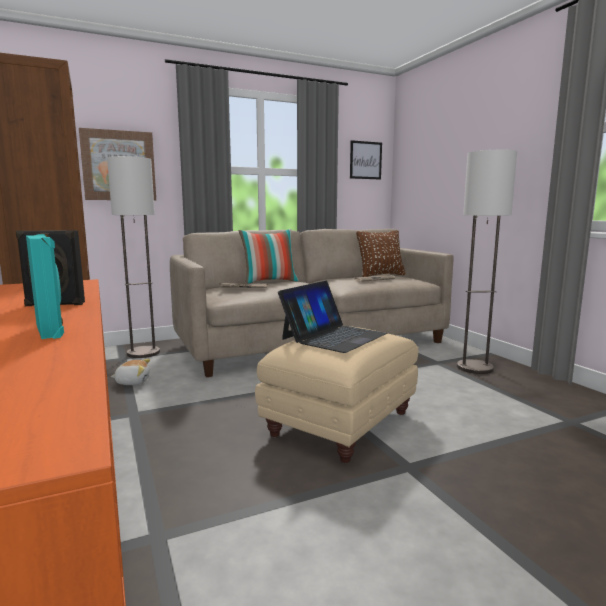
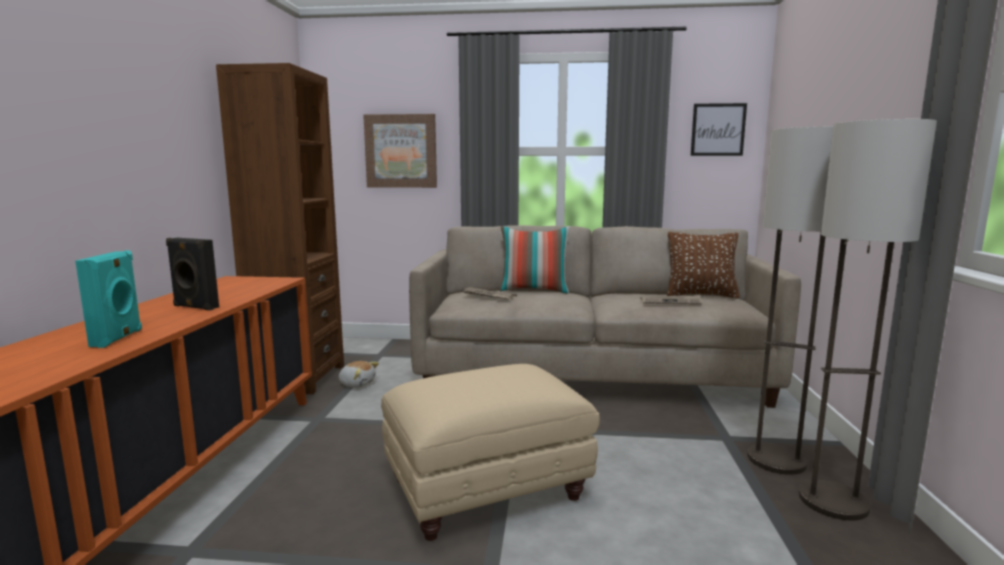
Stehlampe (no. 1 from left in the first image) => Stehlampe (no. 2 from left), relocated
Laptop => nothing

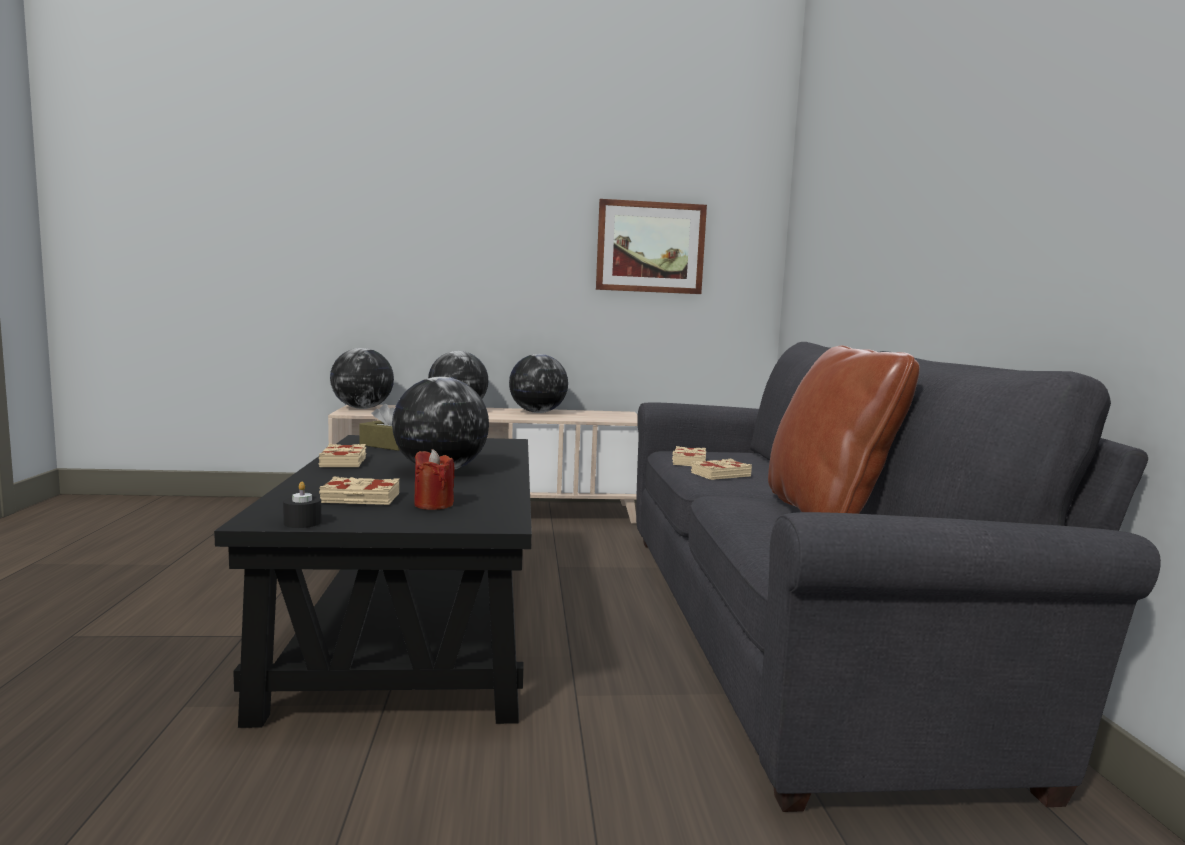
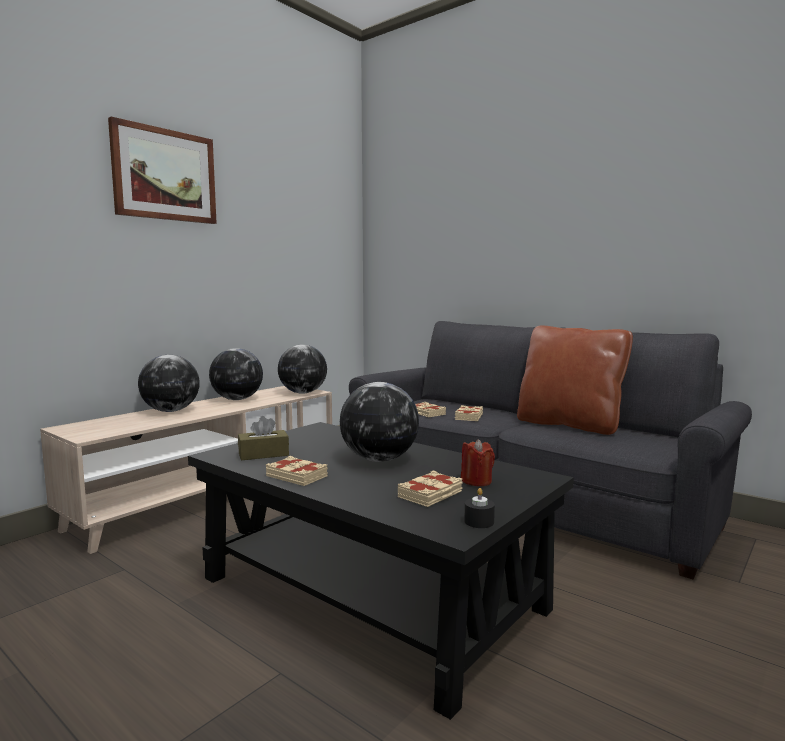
Globus (no. 1 from left in the first image) => Globus (no. 3 from left), relocated
Bild, relocated

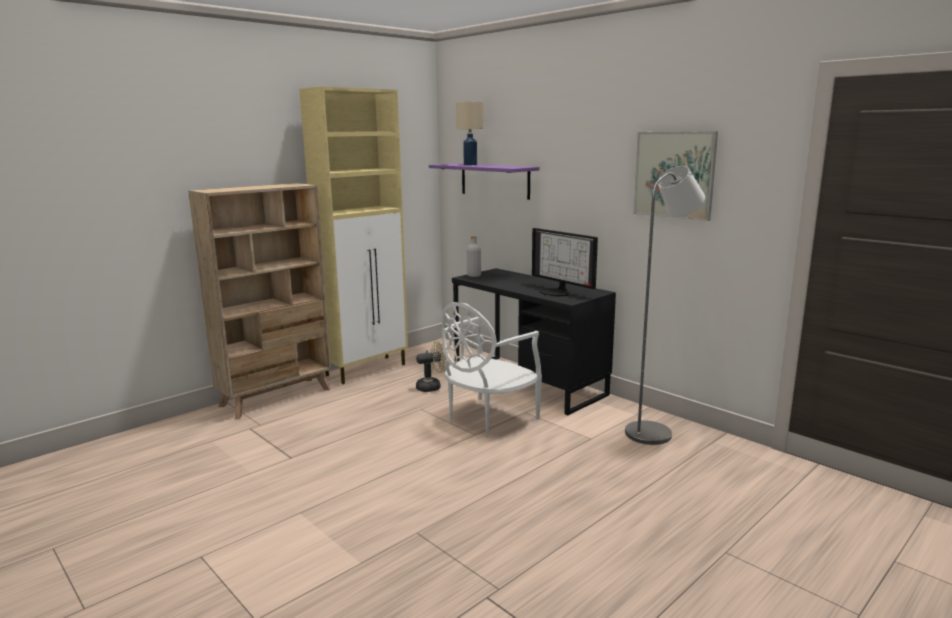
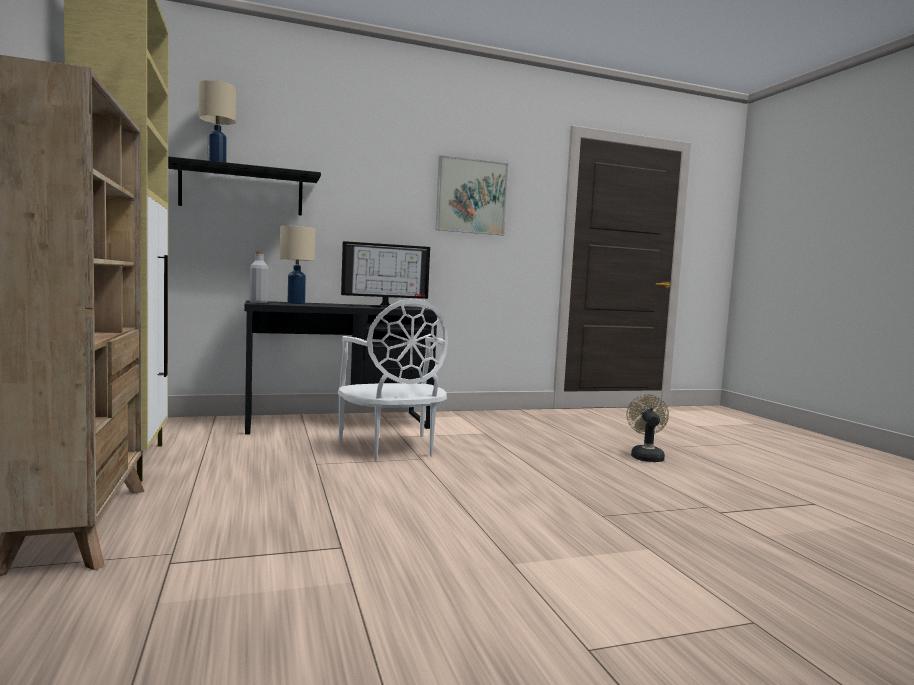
Ventilator (beige), relocated
Wandregal (lila) => Wandregal (schwarz)
Stehlampe (grau) => nothing
nothing => Tischlampe (beige) (no. 2 from left)

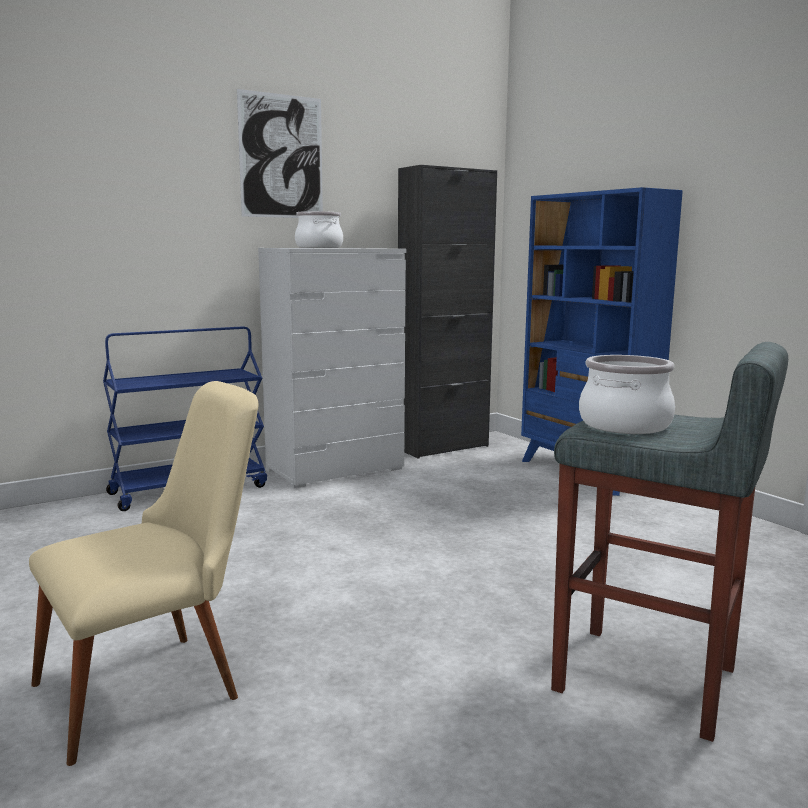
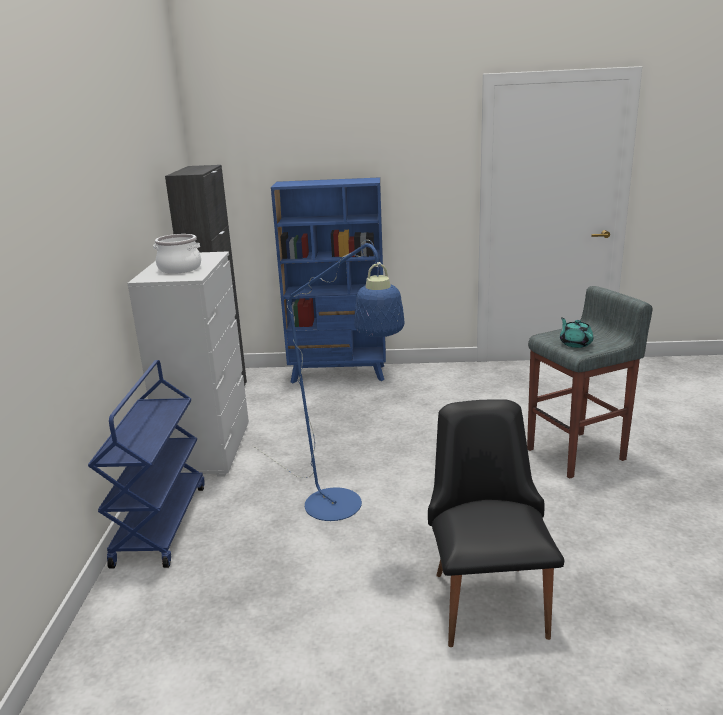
Stuhl (beige) => Stuhl (schwarz)
Bild => nothing
Kochtopf (no. 2 from left) => Teekanne (türkis)
nothing => Stehlampe (blau)

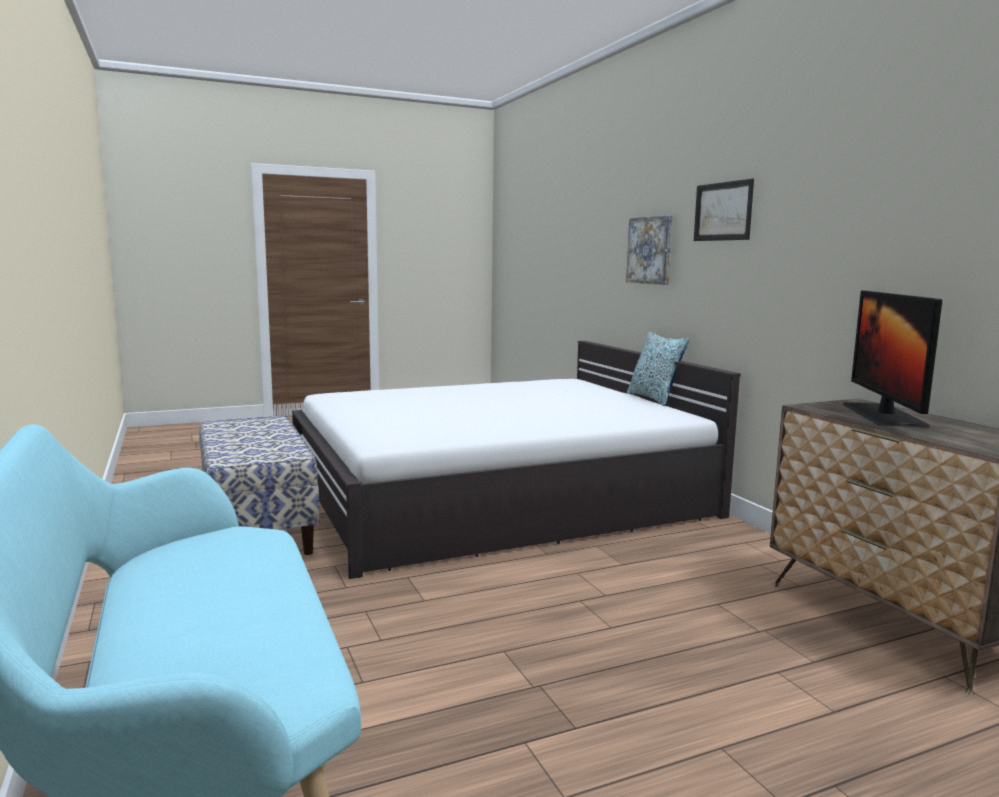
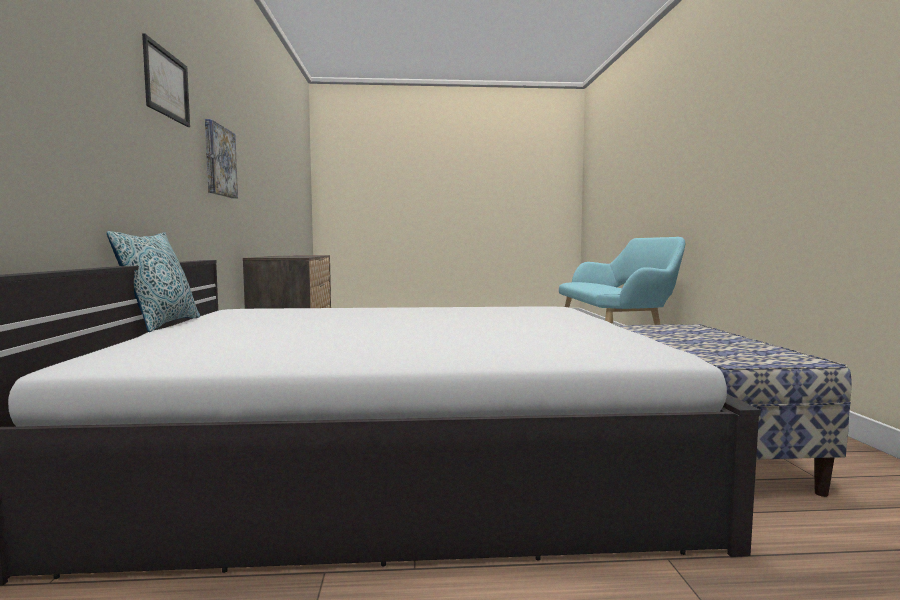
Bild (no. 1 from left in the first image) => Bild (no. 2 from left), relocated
Monitor => nothing

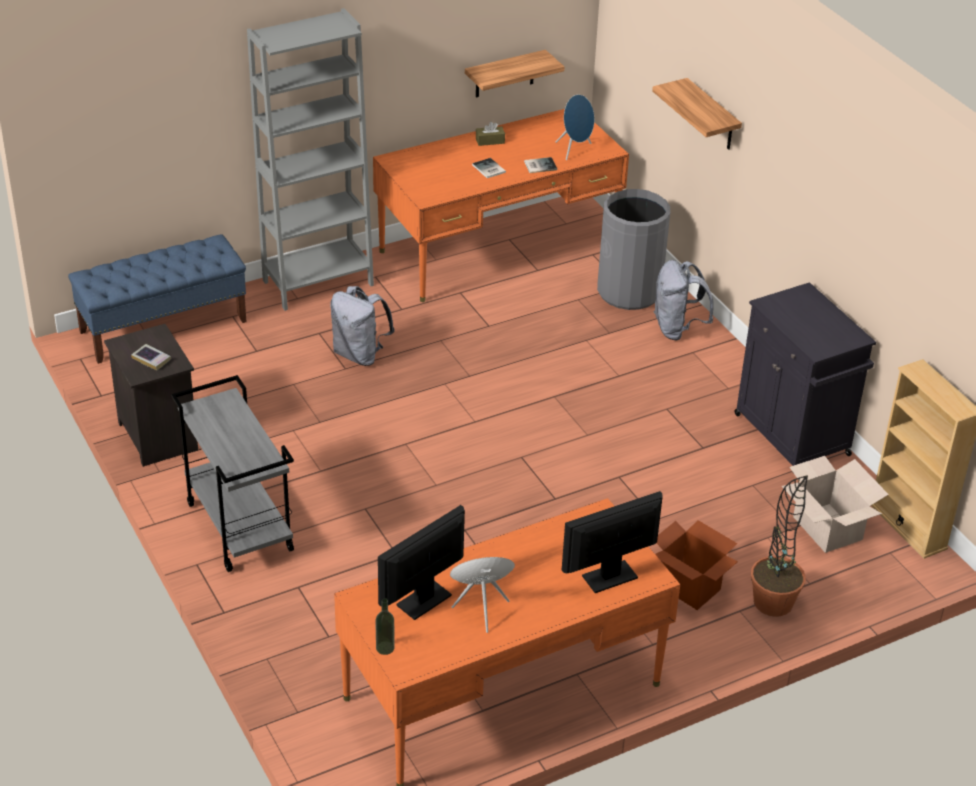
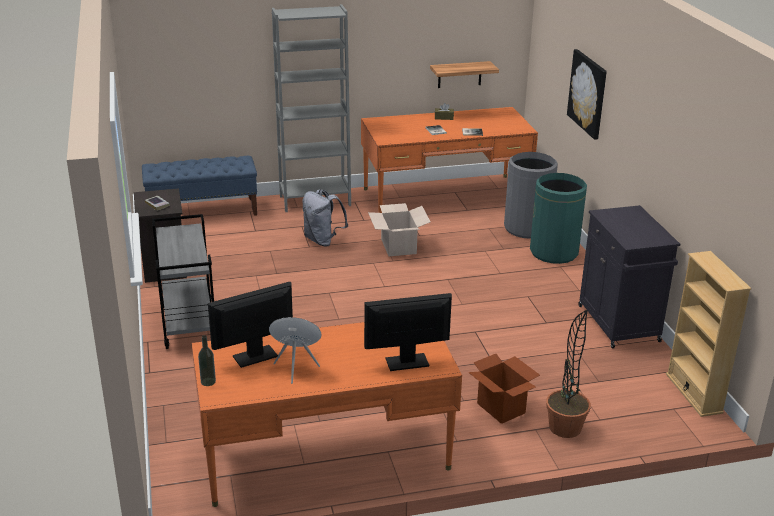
Lautsprecher (blau) (no. 2 from left) => nothing
Wandregal (no. 2 from left) => Bild
Rucksack (grau) (no. 2 from left) => Mülleimer (grün)
Karton (no. 2 from left in the first image) => Karton (no. 1 from left), relocated

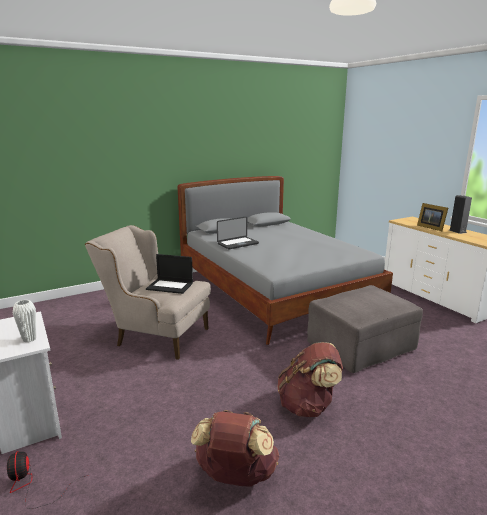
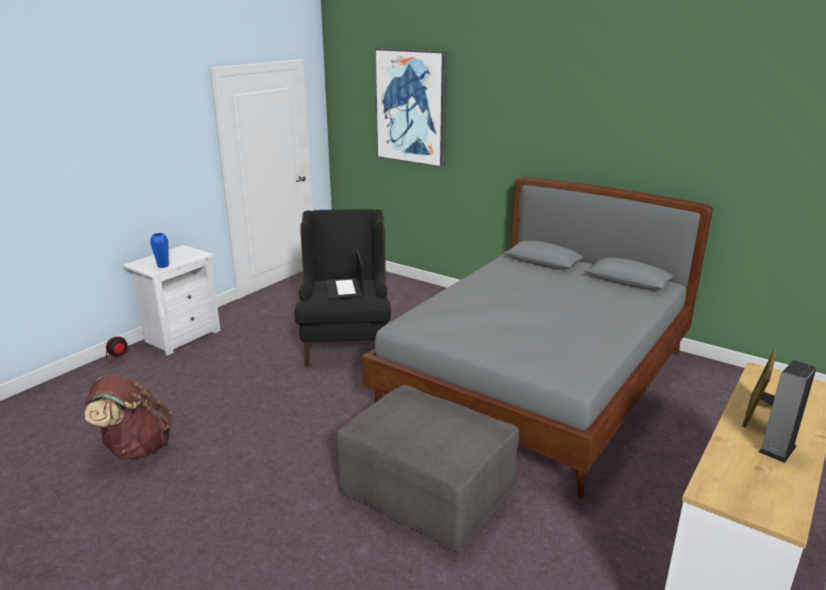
Vase (weiß) => Vase (blau)
Sessel (beige) => Sessel (schwarz)
Laptop (no. 2 from left) => nothing
Rucksack (braun) (no. 2 from left) => nothing
nothing => Bild

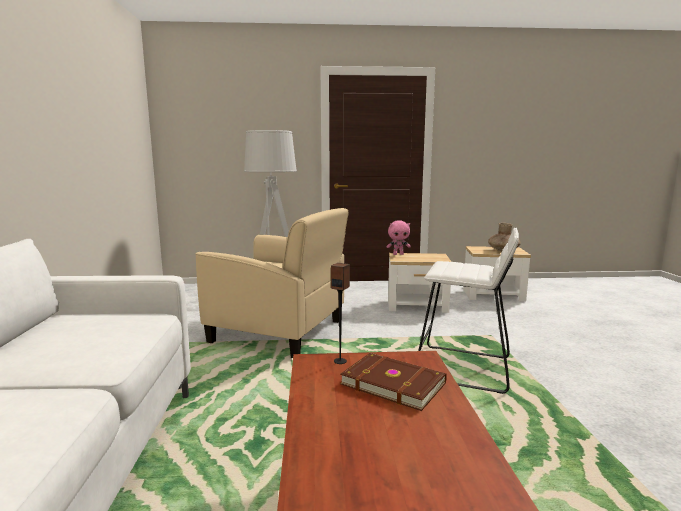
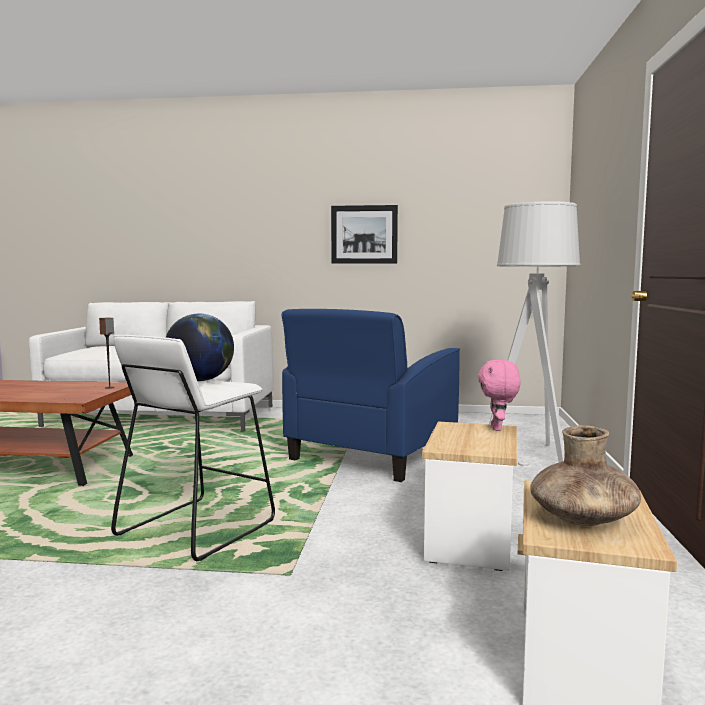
Sessel (beige) => Sessel (blau)
Buch (braun) => nothing
nothing => Globus
nothing => Bild

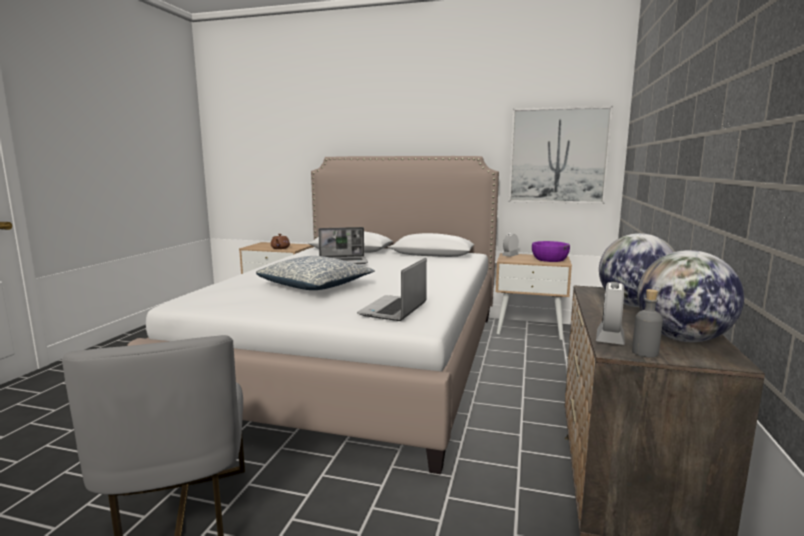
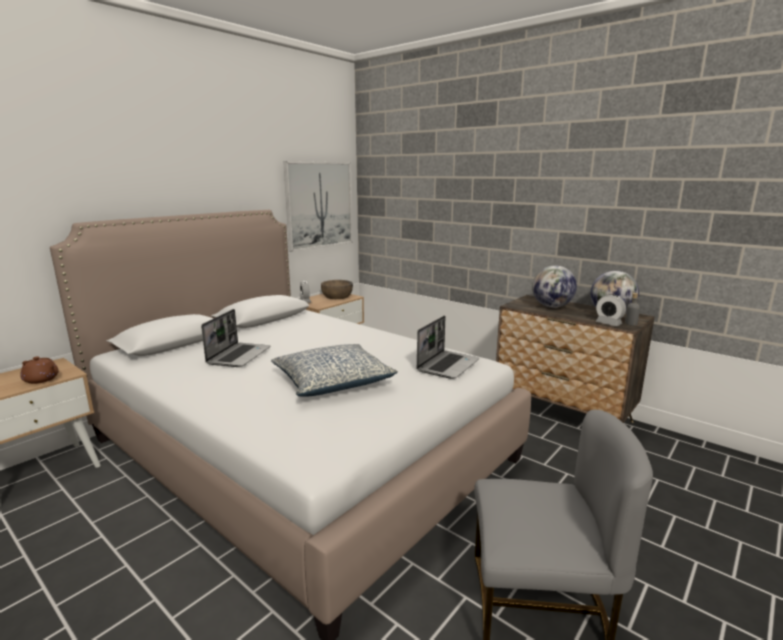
Laptop (no. 2 from left), 105 degrees counterclockwise
Schüssel (lila) => Schüssel (braun)

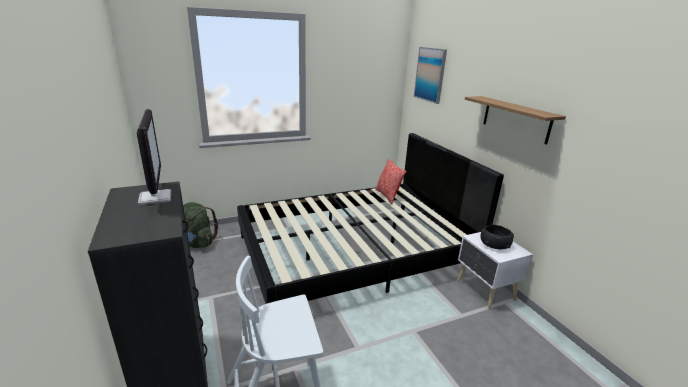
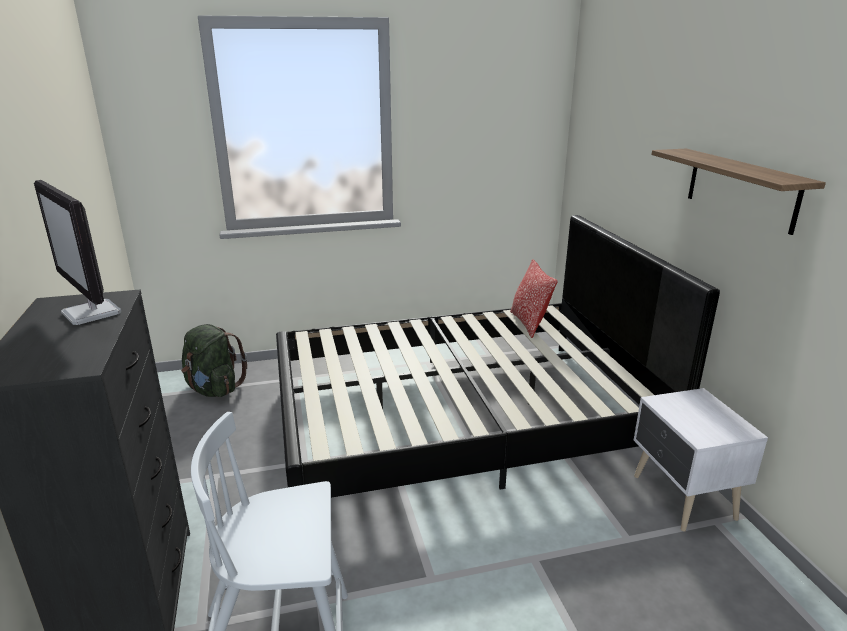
Monitor, 150 degrees clockwise
Bild => nothing
Schüssel (schwarz) => nothing

